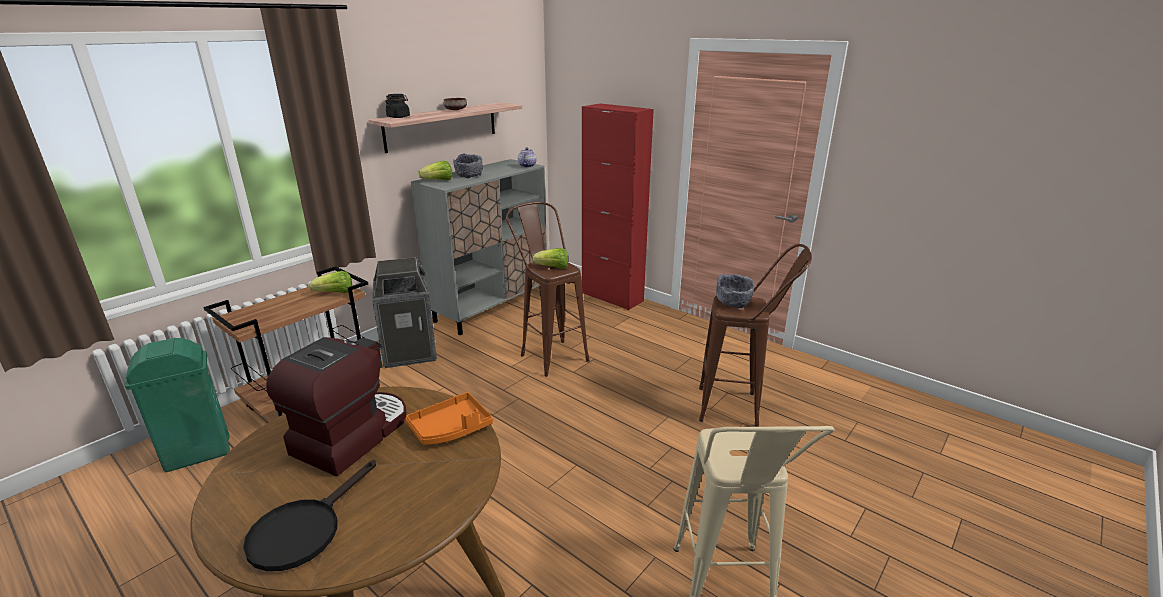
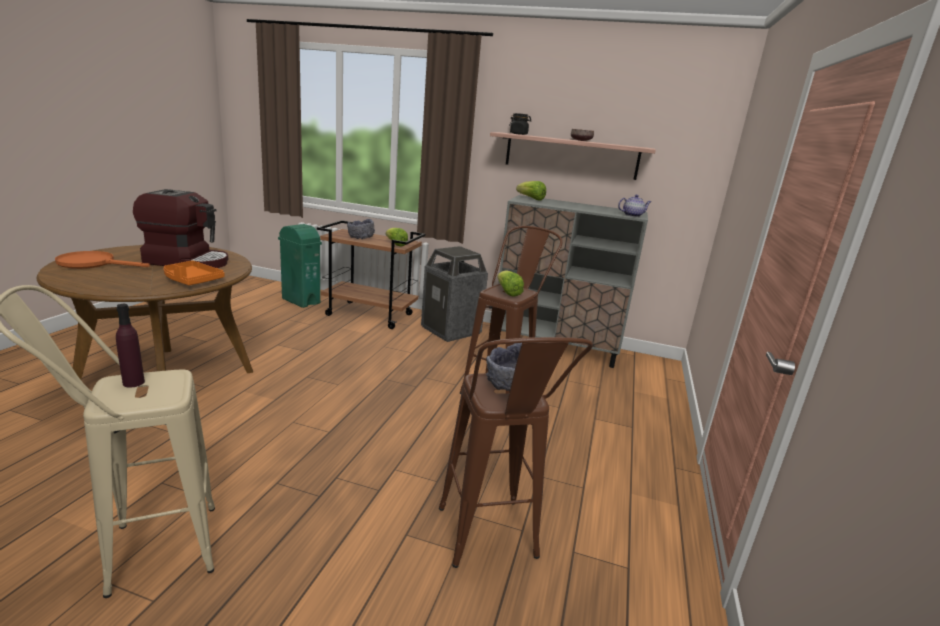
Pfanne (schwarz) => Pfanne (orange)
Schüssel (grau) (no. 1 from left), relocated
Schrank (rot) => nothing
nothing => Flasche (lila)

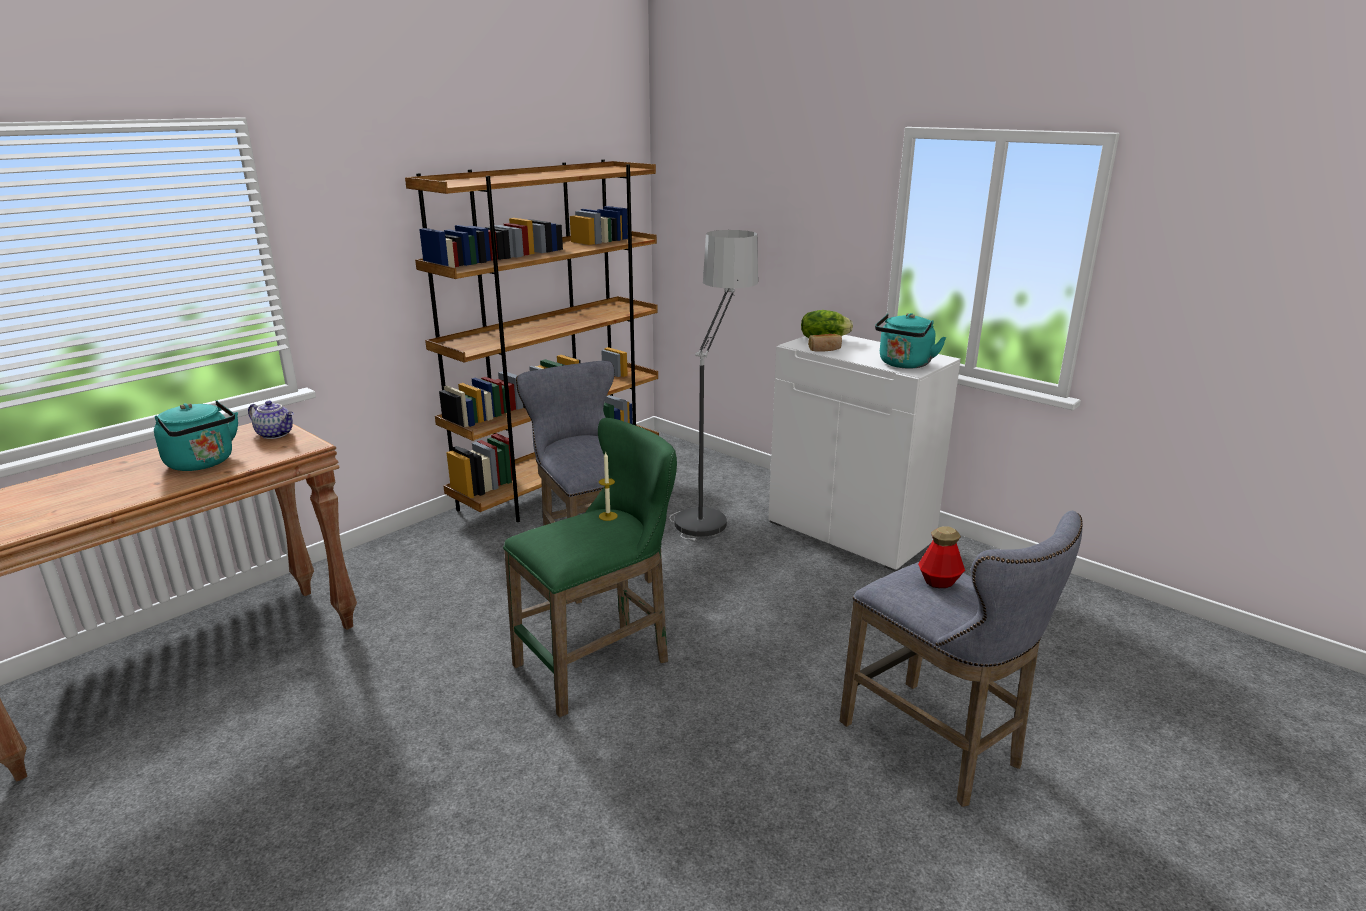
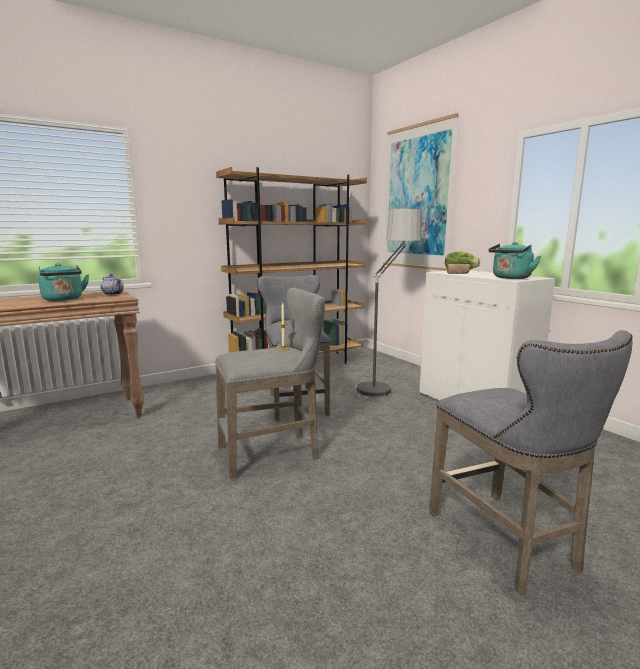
Hocker (grün) => Hocker (grau) (no. 1 from left)
Flasche => nothing
nothing => Bild

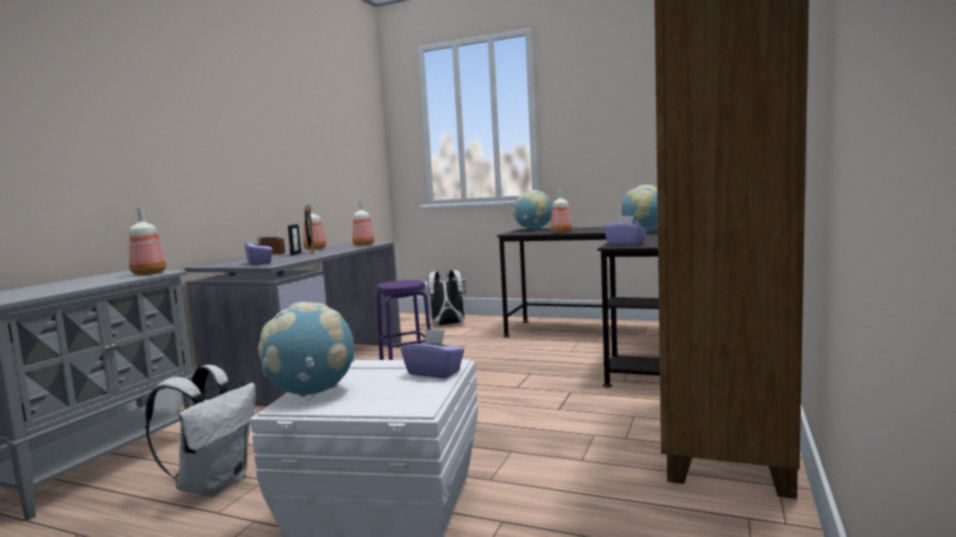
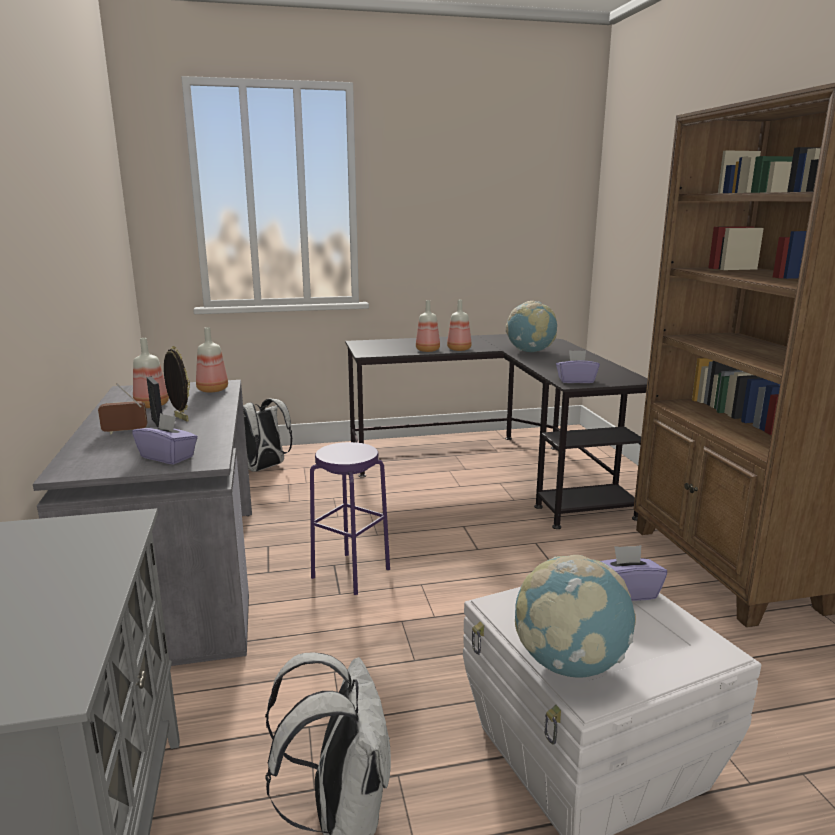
Flasche (no. 1 from left in the first image) => Flasche (no. 4 from left), relocated
Globus (no. 2 from left) => nothing

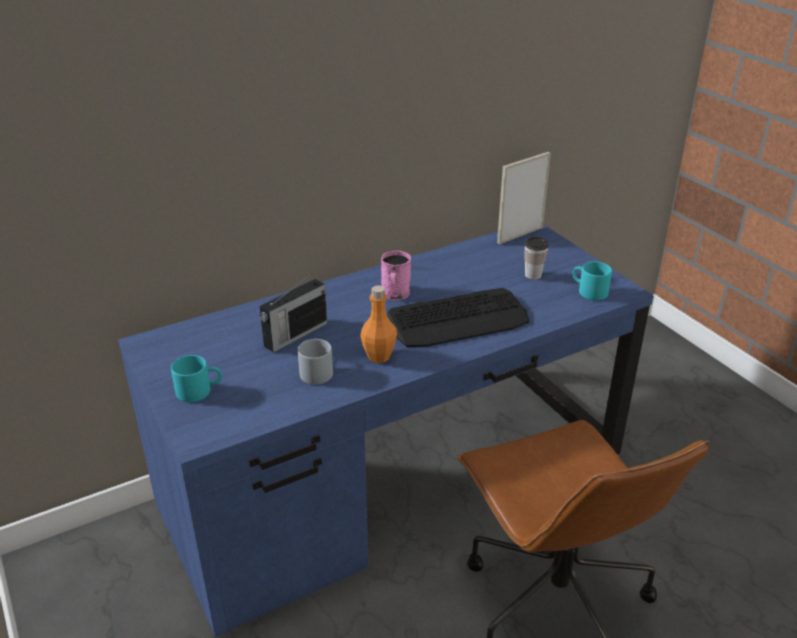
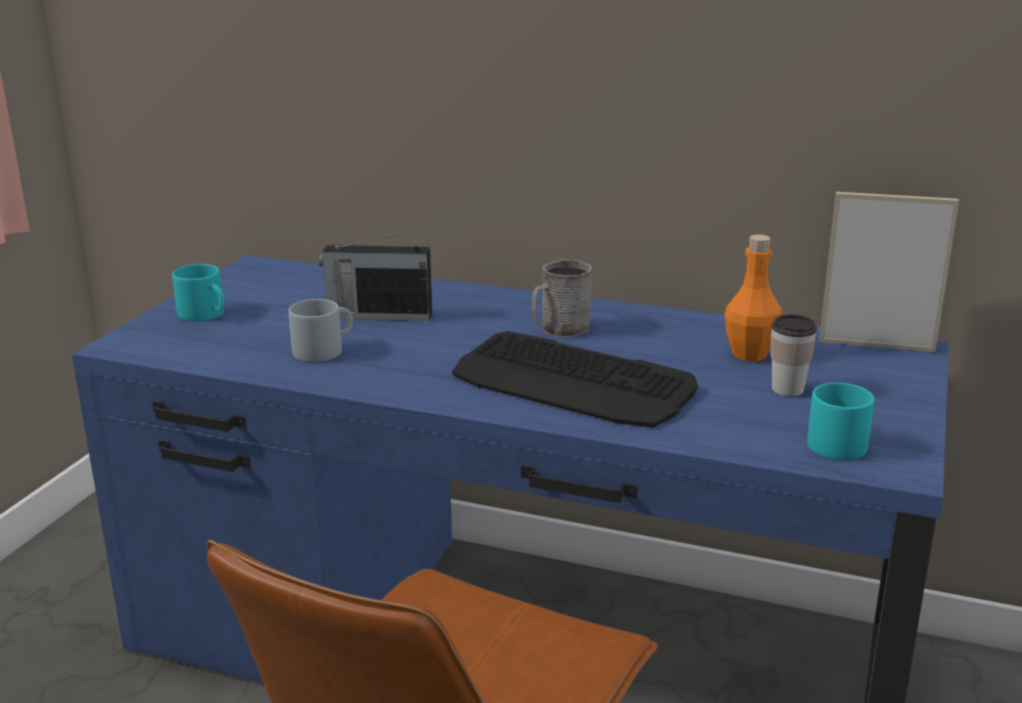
Flasche (orange), relocated
Henkelbecher (rosa) => Henkelbecher (grau) (no. 2 from left)

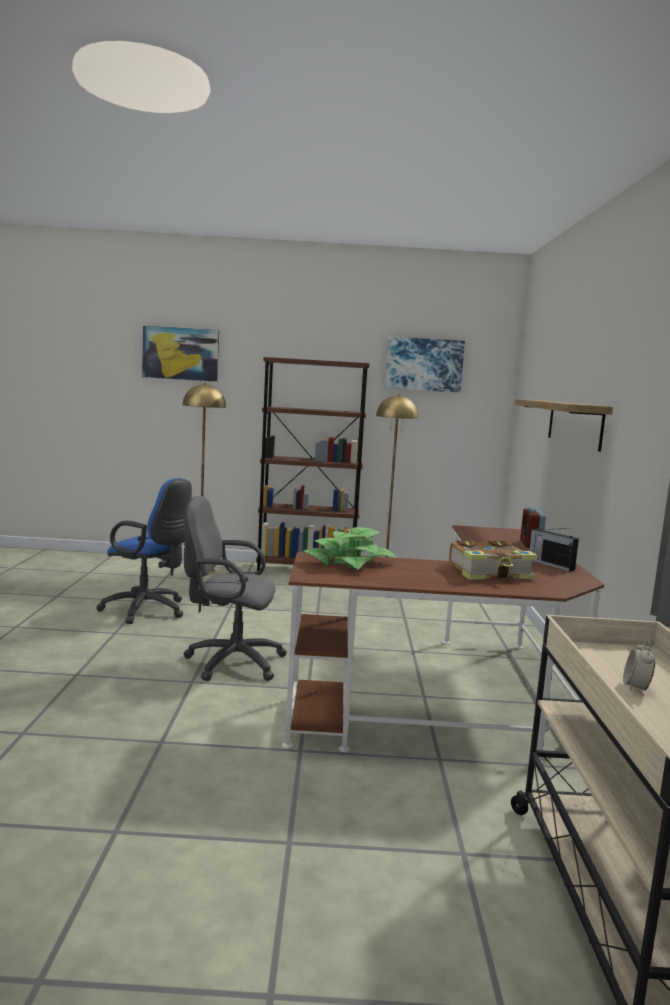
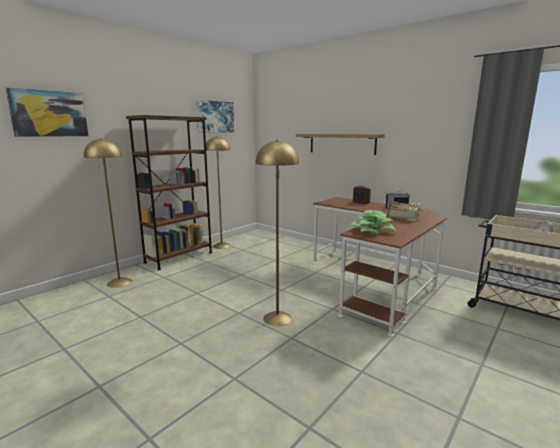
Bürostuhl (blau) => nothing
Bürostuhl (grau) => Stehlampe (gelb) (no. 3 from left)

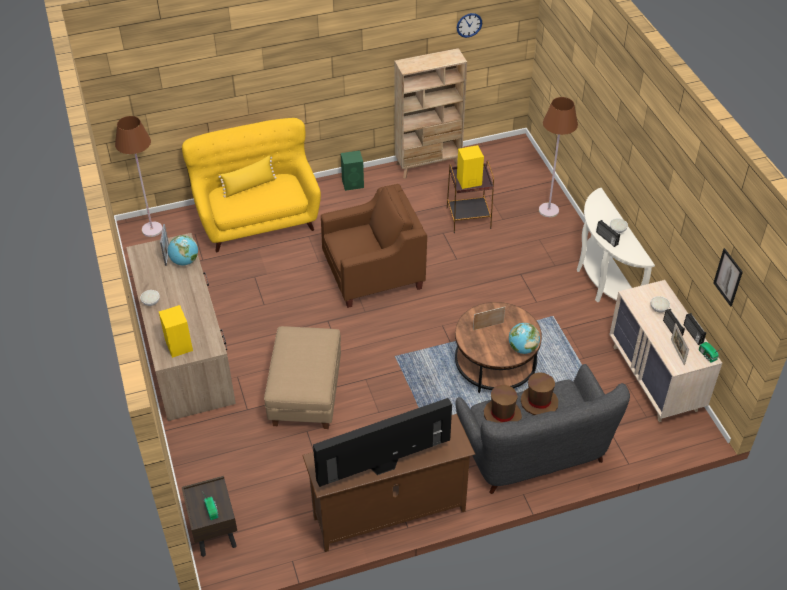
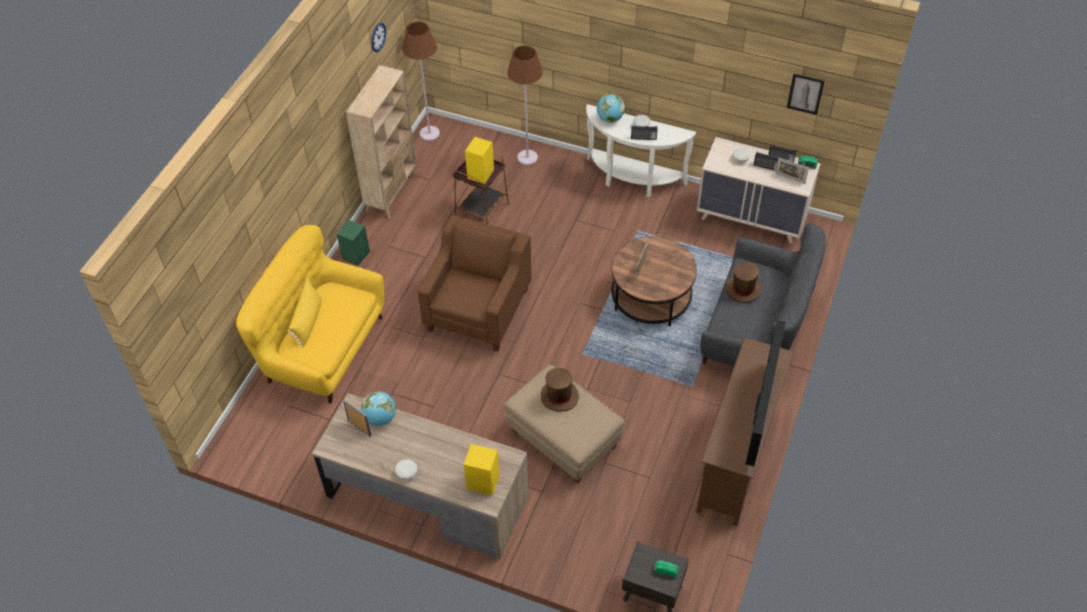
Stehlampe (braun) (no. 1 from left), relocated
Hut (braun) (no. 1 from left), relocated
Globus (no. 2 from left), relocated

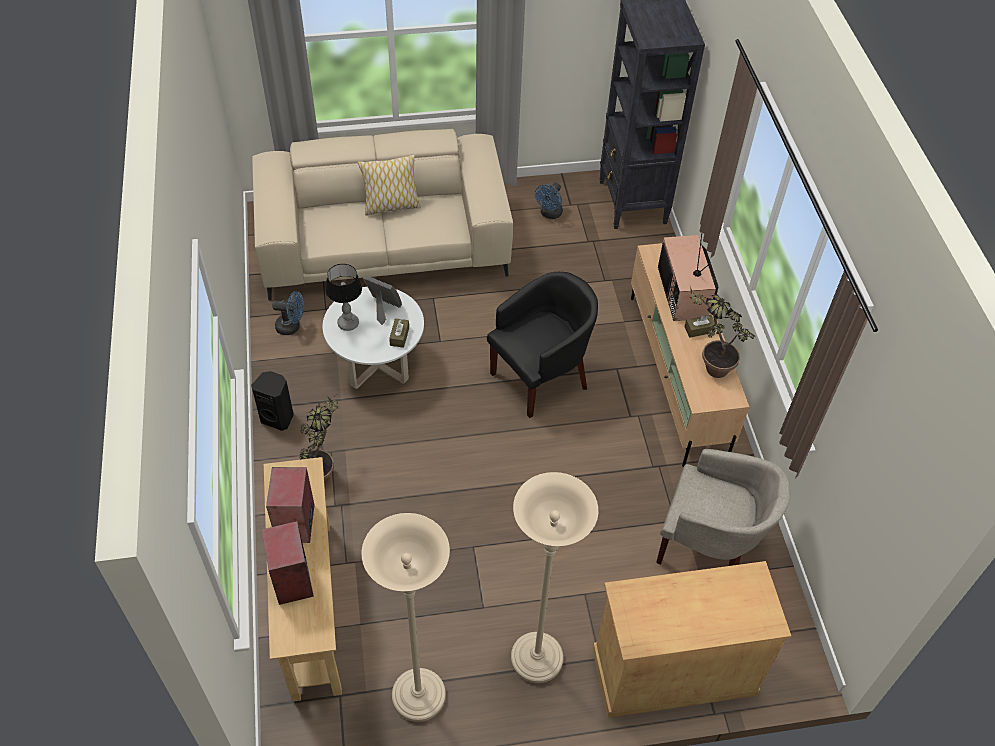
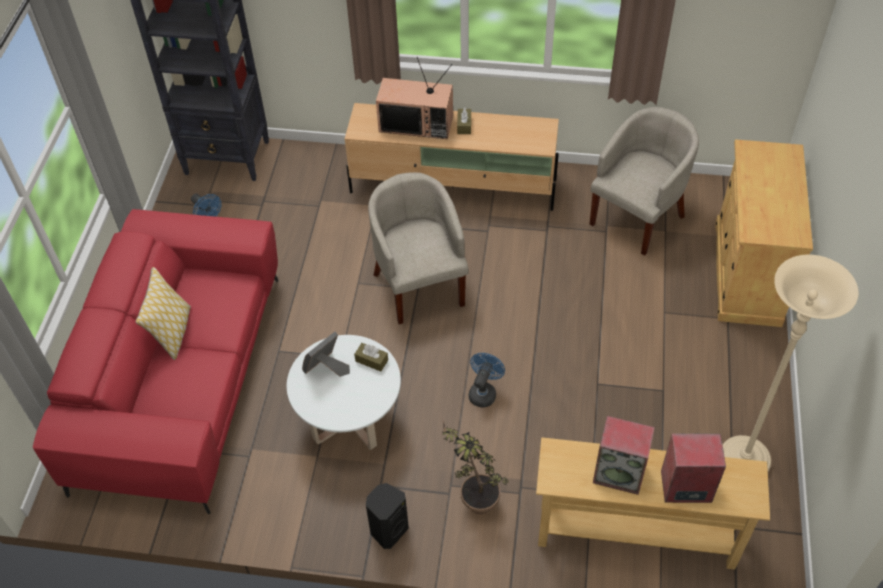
Sofa (beige) => Sofa (rot)
Ventilator (blau) (no. 1 from left in the first image) => Ventilator (blau) (no. 2 from left), relocated
Tischlampe => nothing
Sessel (schwarz) => Sessel (beige) (no. 1 from left)
Stehlampe (beige) (no. 2 from left) => nothing
Topfpflanze (no. 2 from left) => nothing

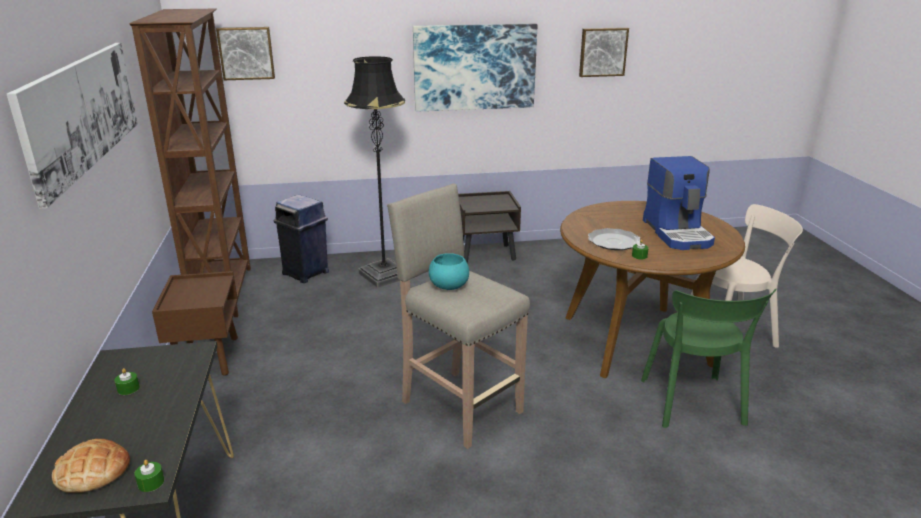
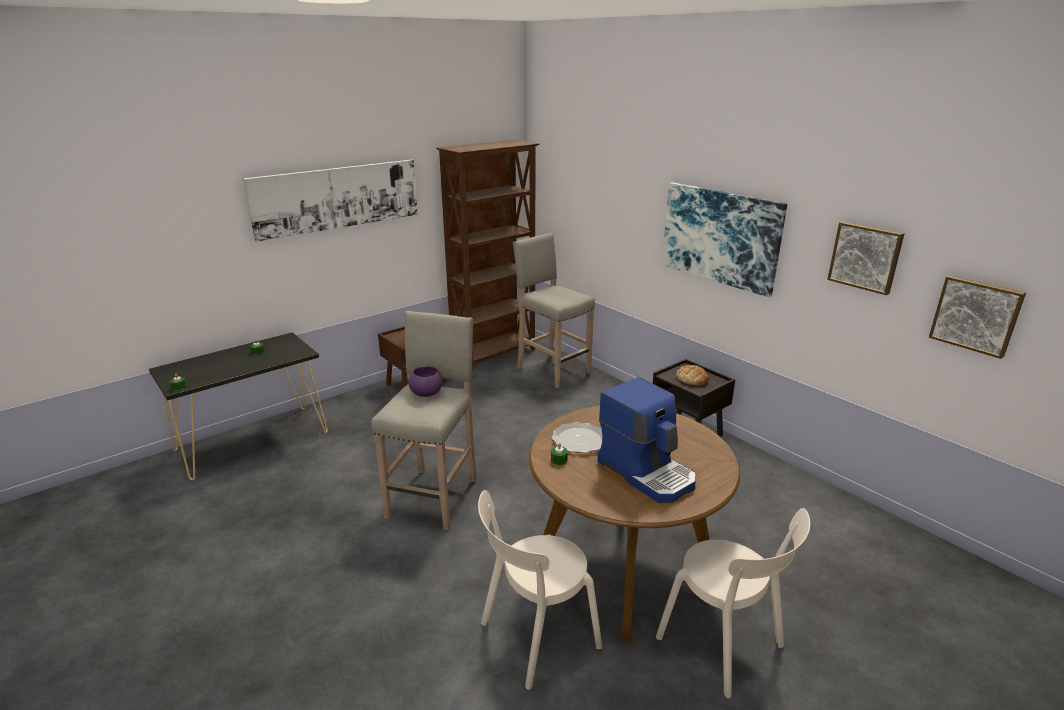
Brot, relocated
Bild (no. 2 from left in the first image) => Bild (no. 4 from left), relocated
Mülleimer (blau) => Hocker (beige) (no. 2 from left)
Stehlampe (schwarz) => nothing
Schüssel (türkis) => Schüssel (lila)
Stuhl (grün) => Stuhl (beige) (no. 1 from left)
Kaffeemaschine, 90 degrees counterclockwise

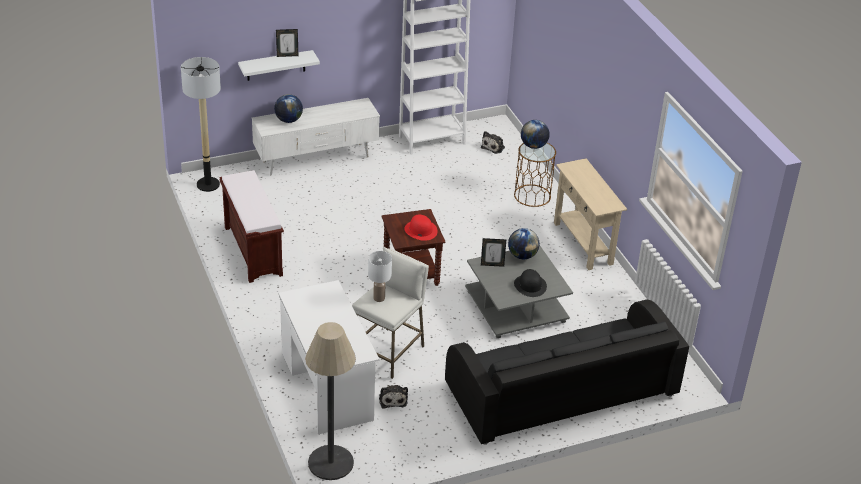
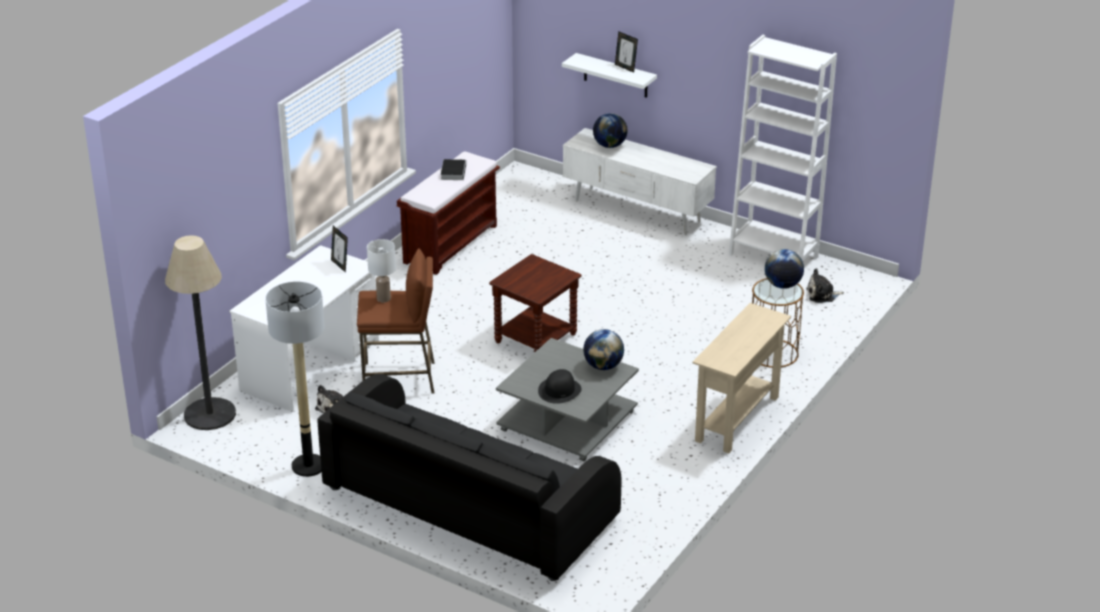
Stehlampe (no. 1 from left in the first image) => Stehlampe (no. 2 from left), relocated
Hocker (weiß) => Hocker (braun)
Hut (rot) => nothing
Bilderrahmen (no. 2 from left in the first image) => Bilderrahmen (no. 1 from left), relocated
nothing => Buch

